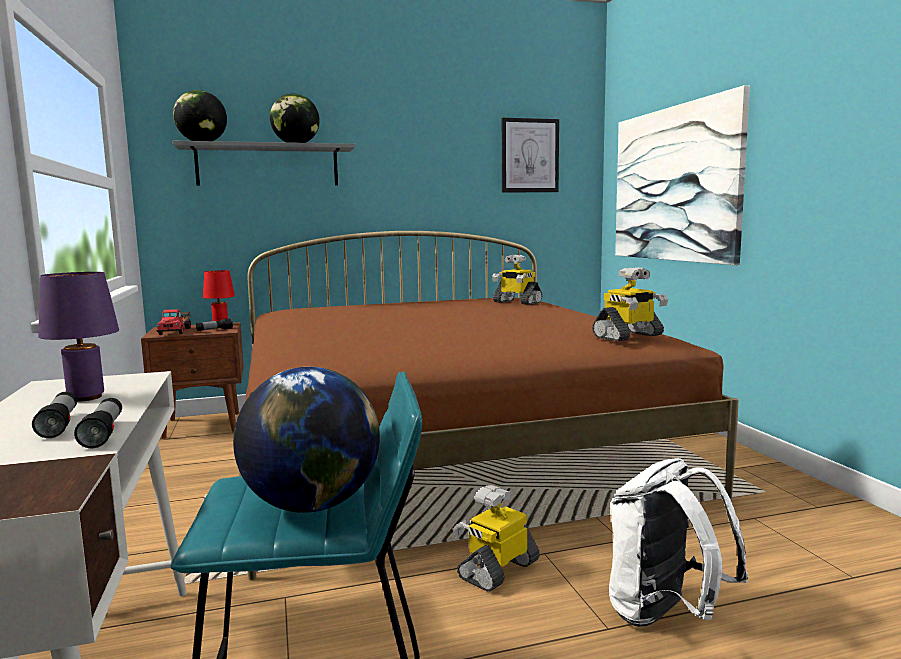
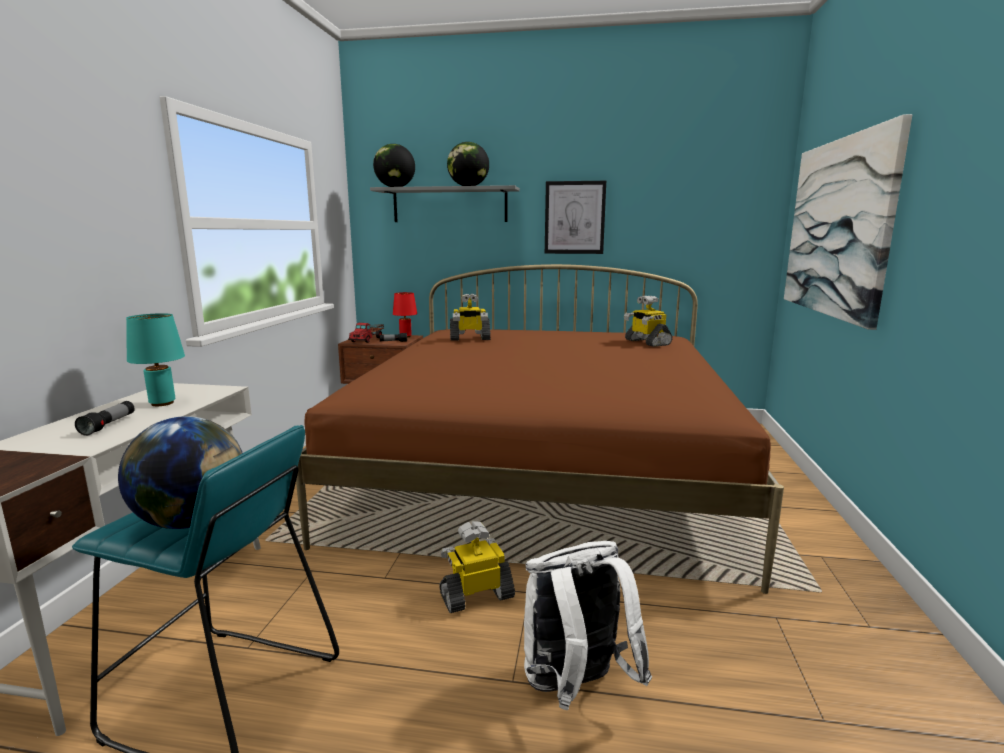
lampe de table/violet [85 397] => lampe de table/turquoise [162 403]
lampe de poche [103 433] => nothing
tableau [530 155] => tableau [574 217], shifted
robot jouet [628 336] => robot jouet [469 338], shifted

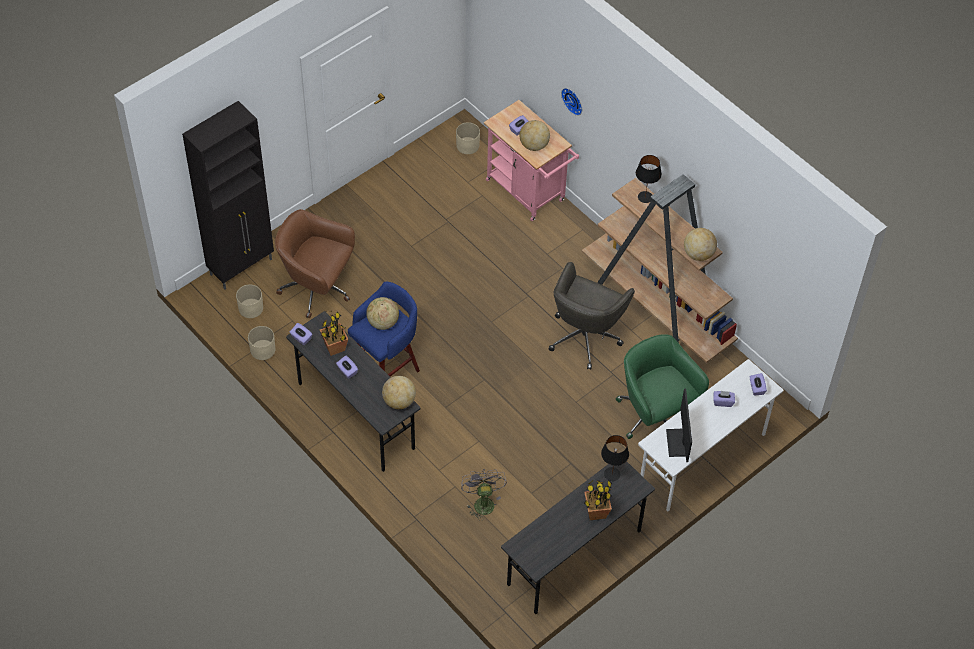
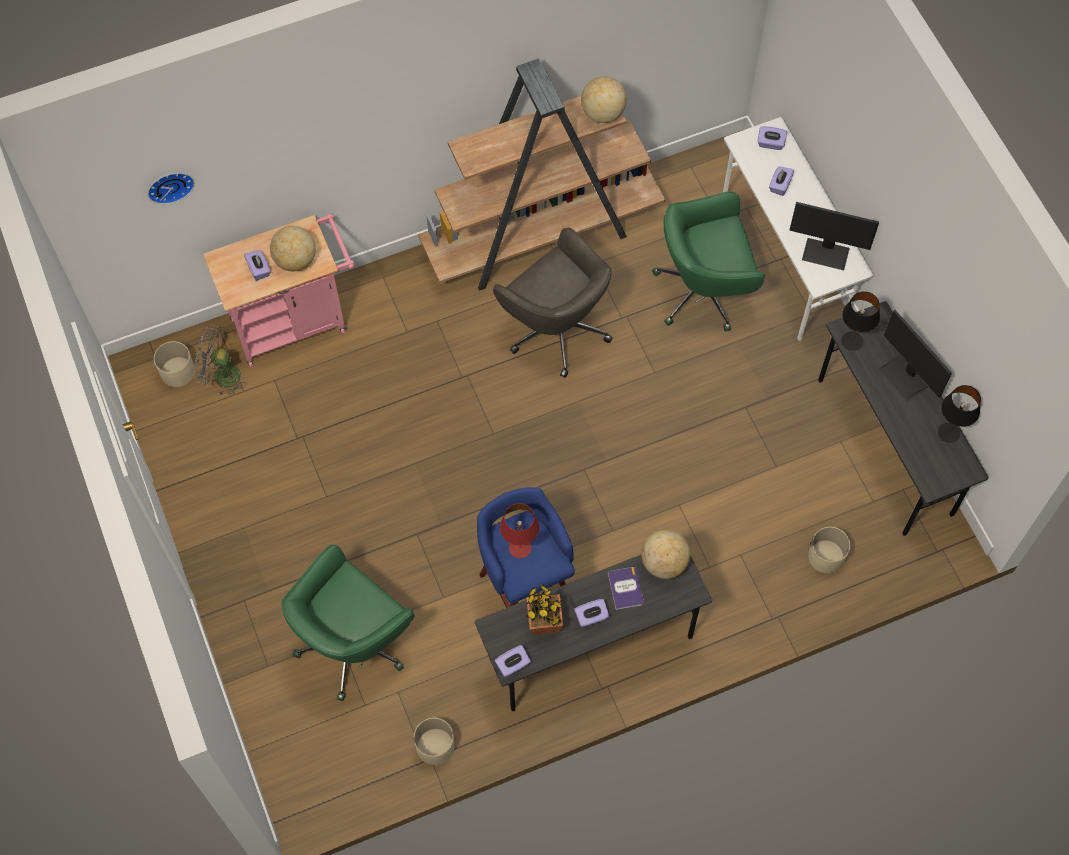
meuble de rangement/noir [242 266] => nothing
cache-pot/beige [250 308] => cache-pot/beige [825 556], shifted
chaise de bureau/marron [317 289] => chaise de bureau/vert [354 642]
globe [382 322] => lampe de table/rouge [520 548]
ventilateur/gris [482 502] => ventilateur/gris [220 376], shifted
horloge murale [573 100] => horloge murale [169 185], shifted
plante en pot [596 512] => écran d'ordinateur [904 377]
lampe de table/noir [645 197] => lampe de table/noir [949 432], shifted
nothing => livre [625 588]

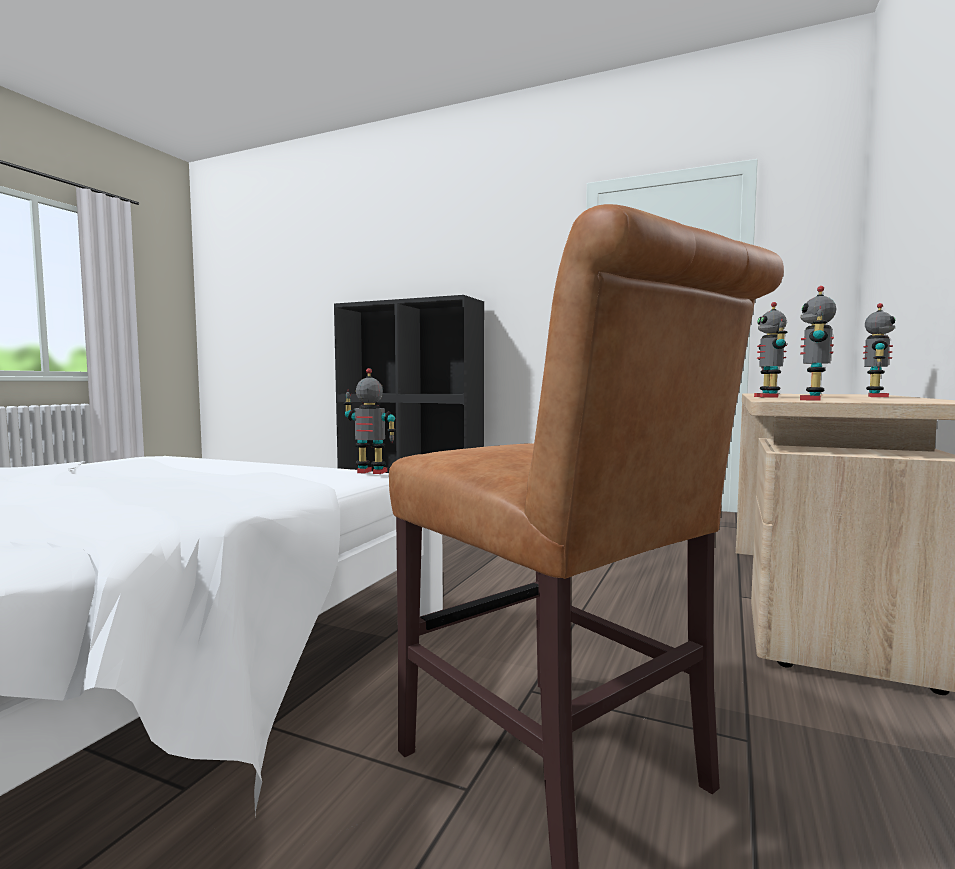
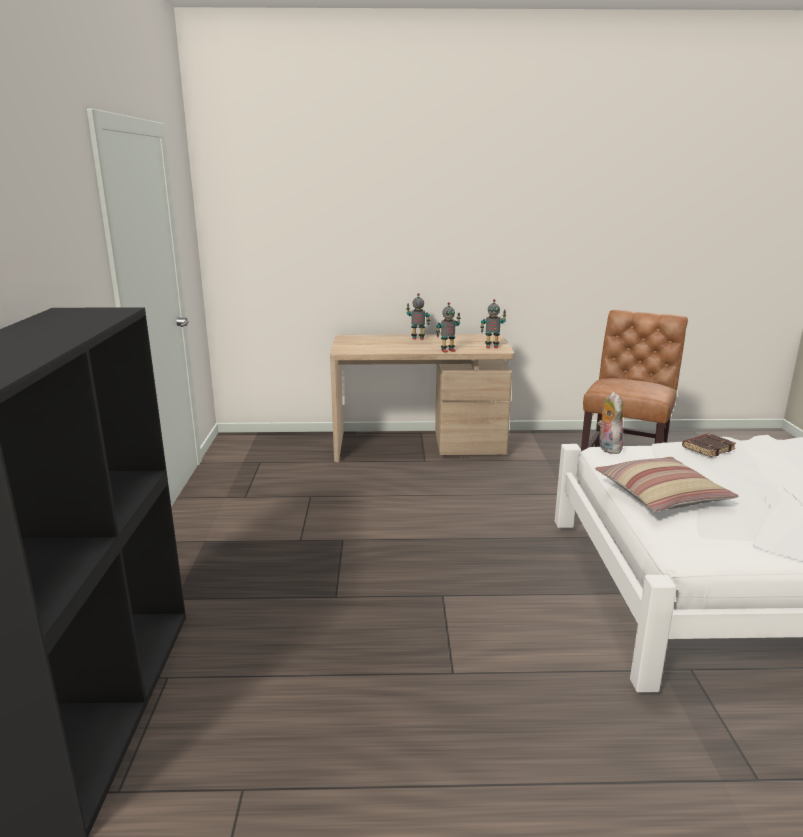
robot jouet [371 472] => peluche [607 448]
nothing => coussin [661 495]
nothing => livre/marron [707 448]

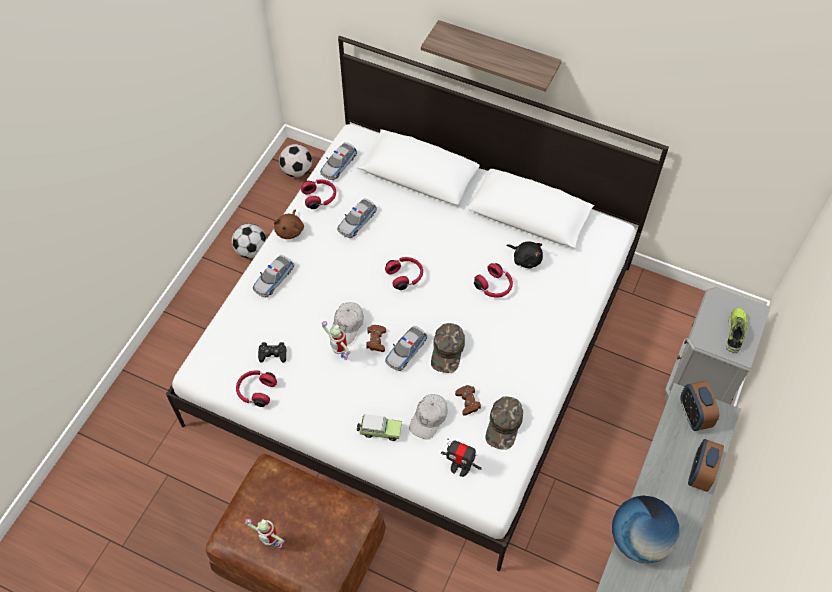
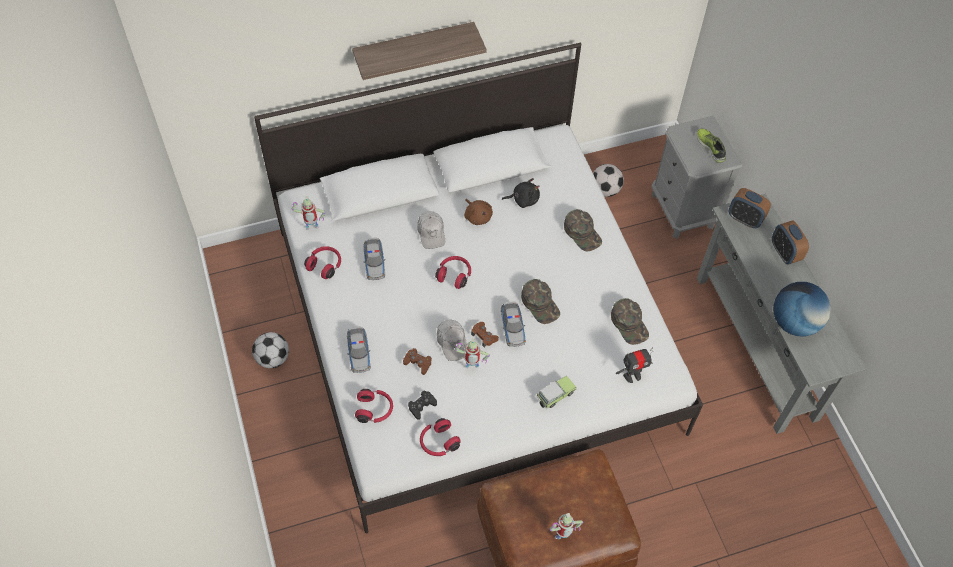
peluche/marron [290 230] => peluche/marron [477 216], shifted
ballon de foot [297 171] => ballon de foot [605 190], shifted
petite voiture [339 165] => robot jouet [312 229]
casquette/blanc [429 418] => casquette/blanc [431 233], shifted
manette/marron [467 402] => manette/marron [418 363], shifted
casque audio/rouge [494 286] => casque audio/rouge [375 409], shifted
nothing => casquette/vert [582 233]

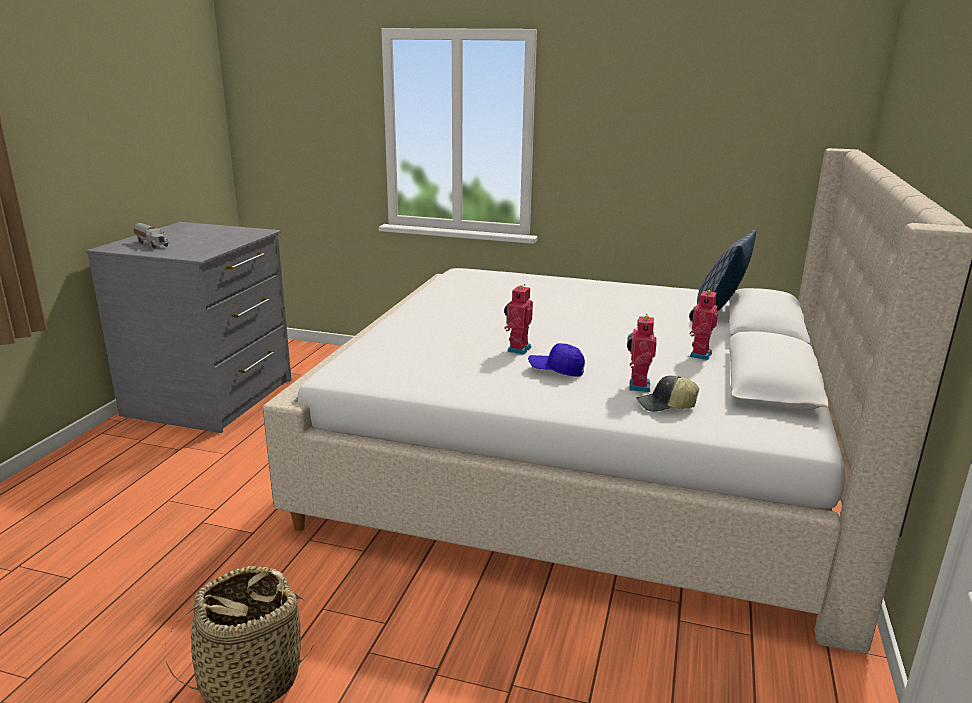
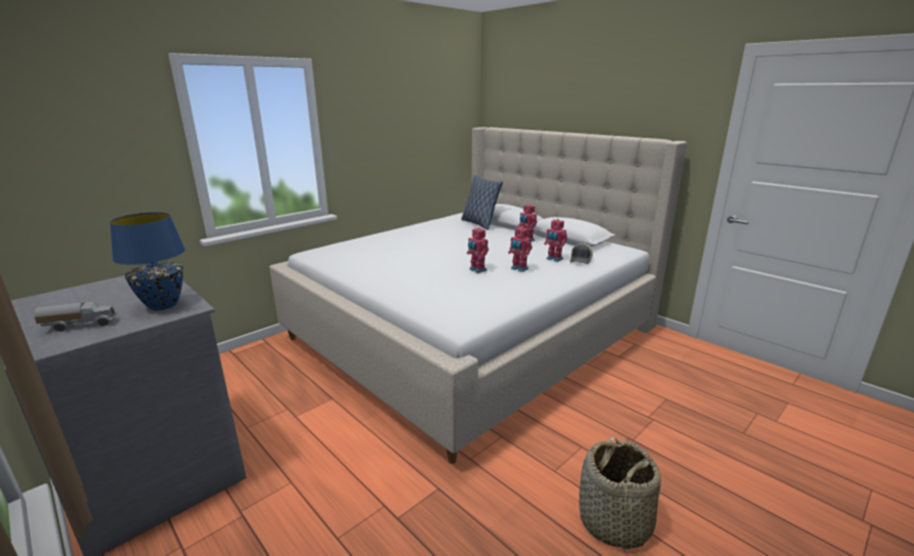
casquette/bleu [556 370] => robot jouet [519 269]
nothing => lampe de table/bleu [162 305]

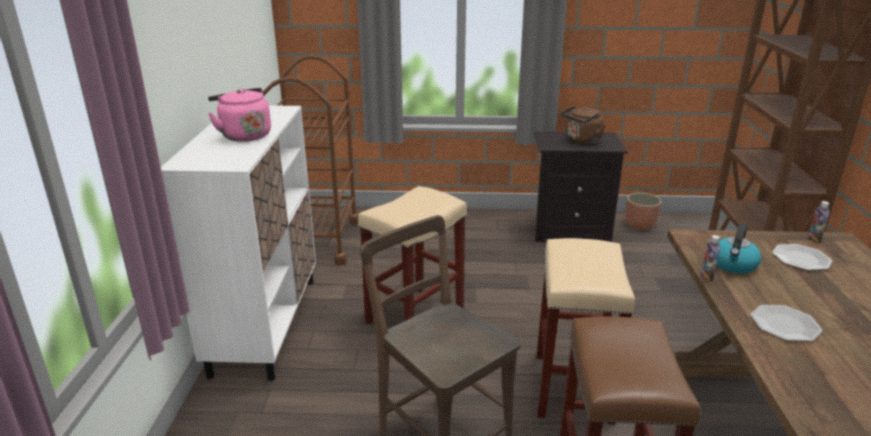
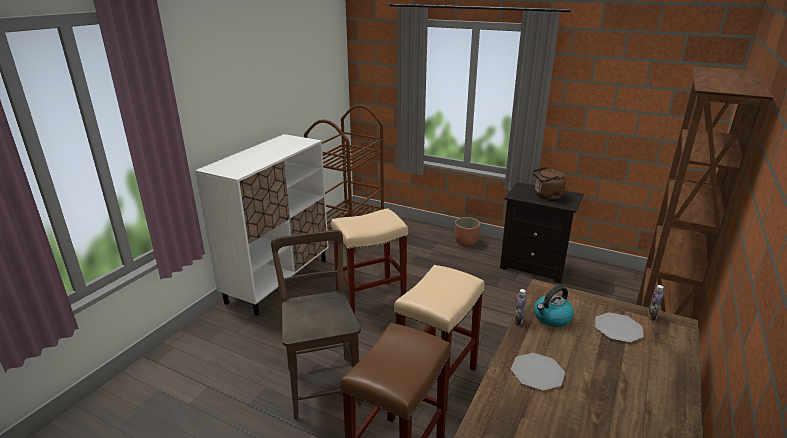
bouilloire/rose [244 135] => nothing
cache-pot [640 225] => cache-pot [466 242], shifted

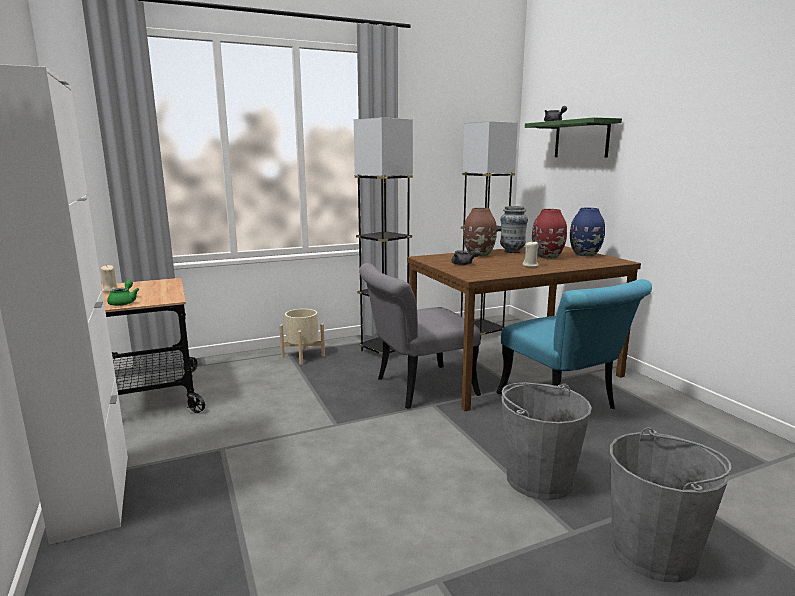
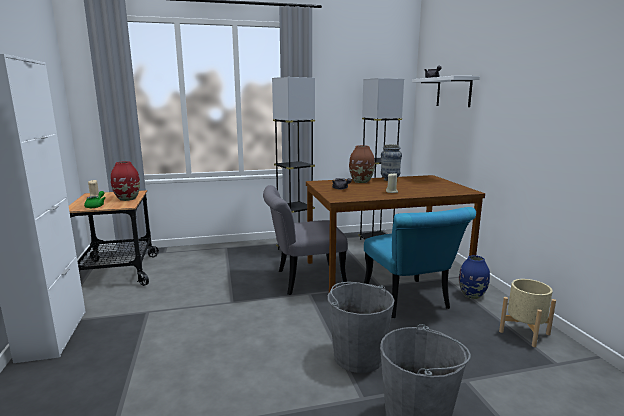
cache-pot/beige [303 356] => cache-pot/beige [524 333], shifted
étagère/vert [581 139] => étagère/blanc [453 92]
vase/rouge [548 257] => vase/rouge [127 199], shifted
vase/bleu [585 255] => vase/bleu [472 295], shifted

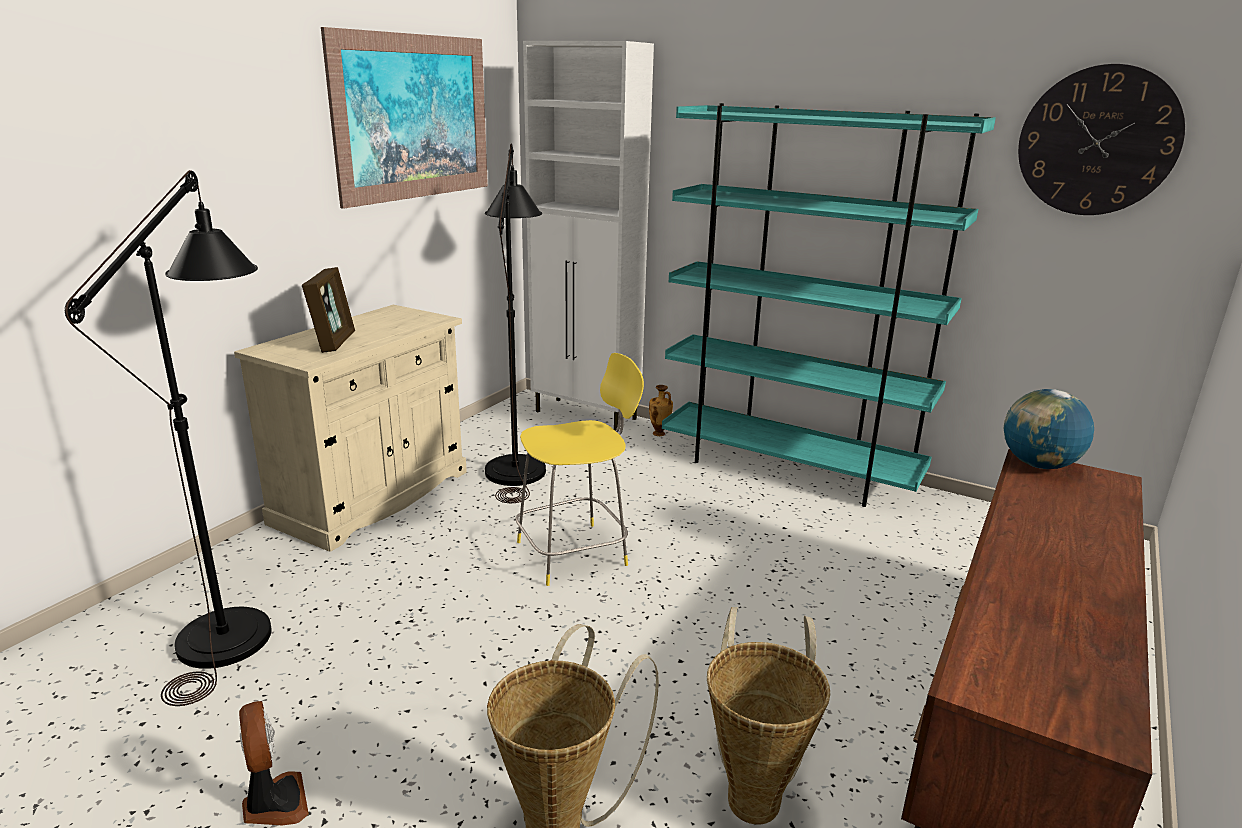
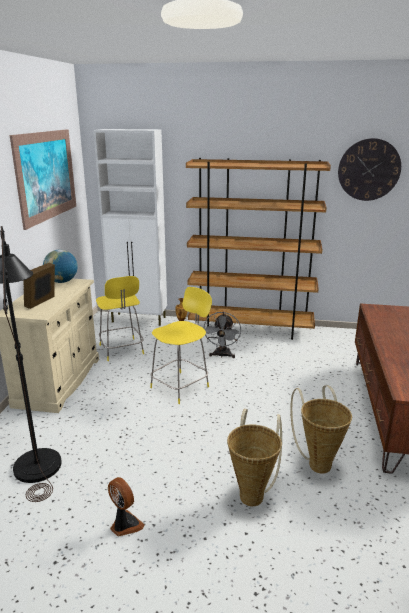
cadre photo [334 342] => cadre photo [41 302], 135 degrees counterclockwise
lampadaire/noir [516 463] => tabouret/jaune [121 350]
bibliothèque/turquoise [788 469] => bibliothèque/marron [251 329]
globe [1038 465] => globe [62 282], shifted
nothing => ventilateur/gris [222 355]

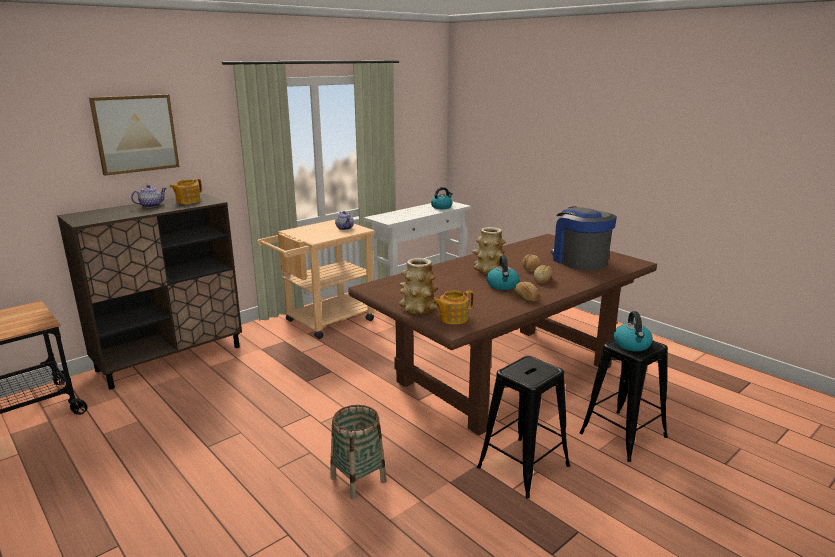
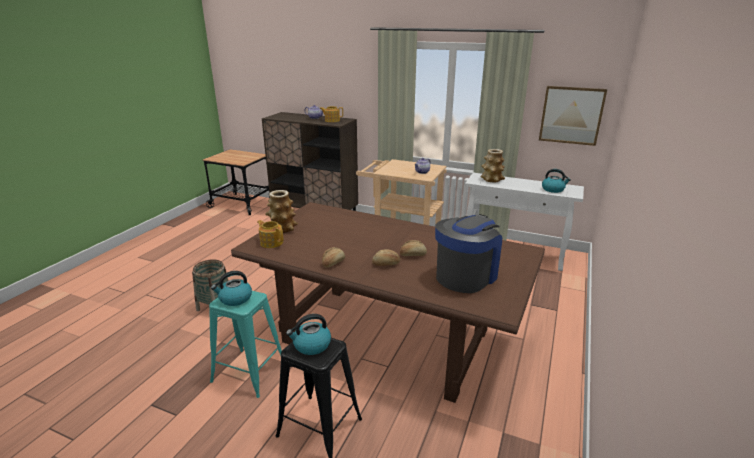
tableau [135 133] => tableau [571 115], shifted
vase [488 271] => vase [491 179], shifted
tabouret/noir [523 466] => tabouret/turquoise [250 372]
bouilloire [502 286] => bouilloire [235 299], shifted

